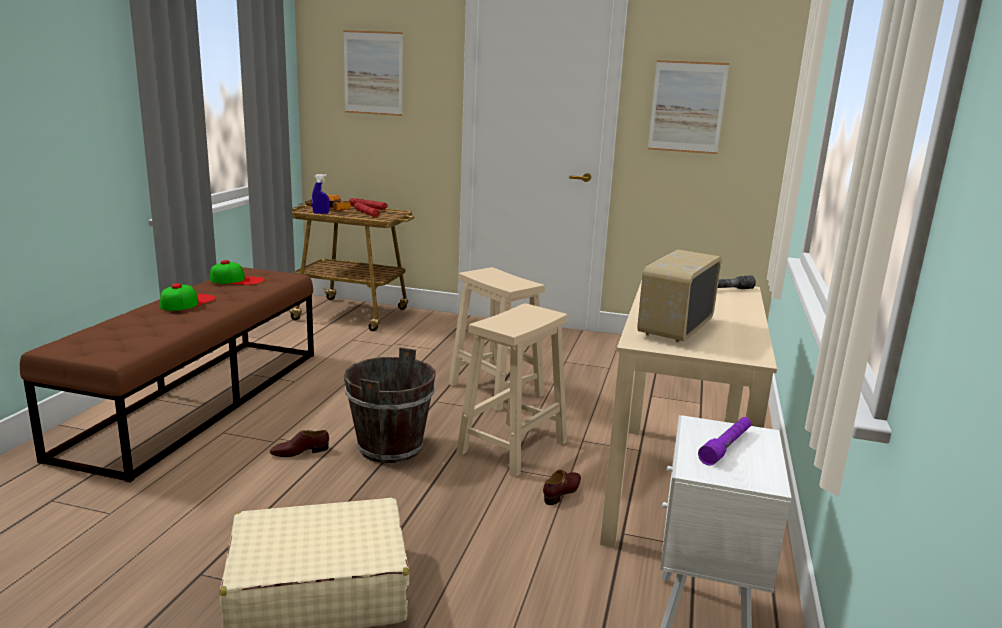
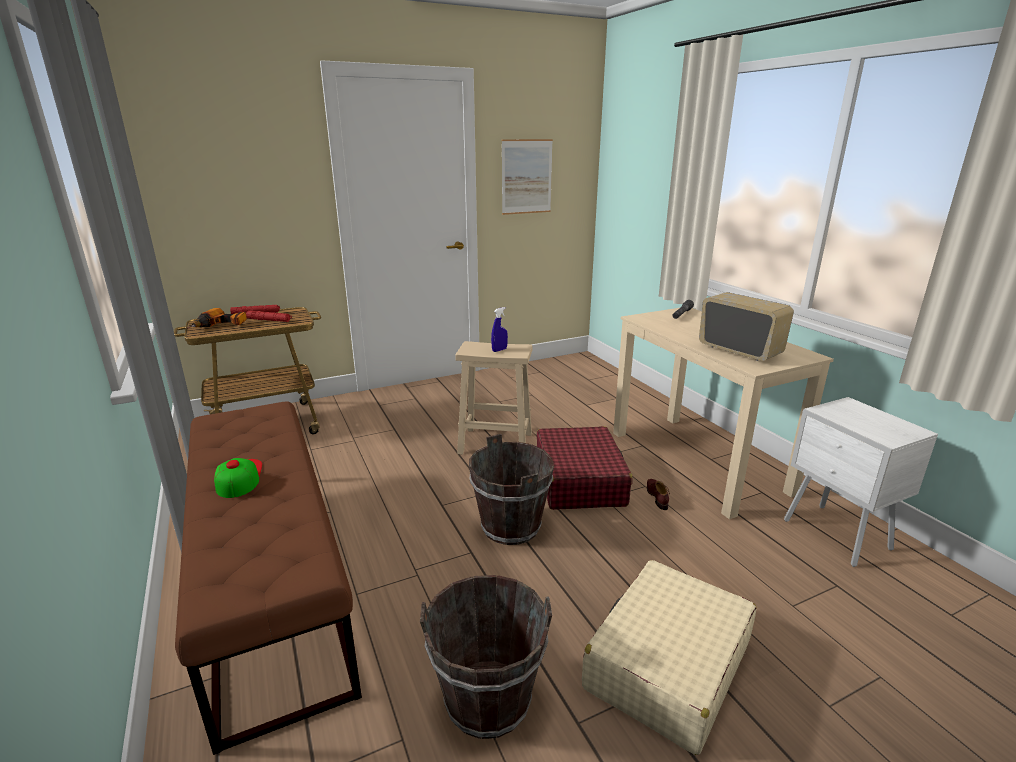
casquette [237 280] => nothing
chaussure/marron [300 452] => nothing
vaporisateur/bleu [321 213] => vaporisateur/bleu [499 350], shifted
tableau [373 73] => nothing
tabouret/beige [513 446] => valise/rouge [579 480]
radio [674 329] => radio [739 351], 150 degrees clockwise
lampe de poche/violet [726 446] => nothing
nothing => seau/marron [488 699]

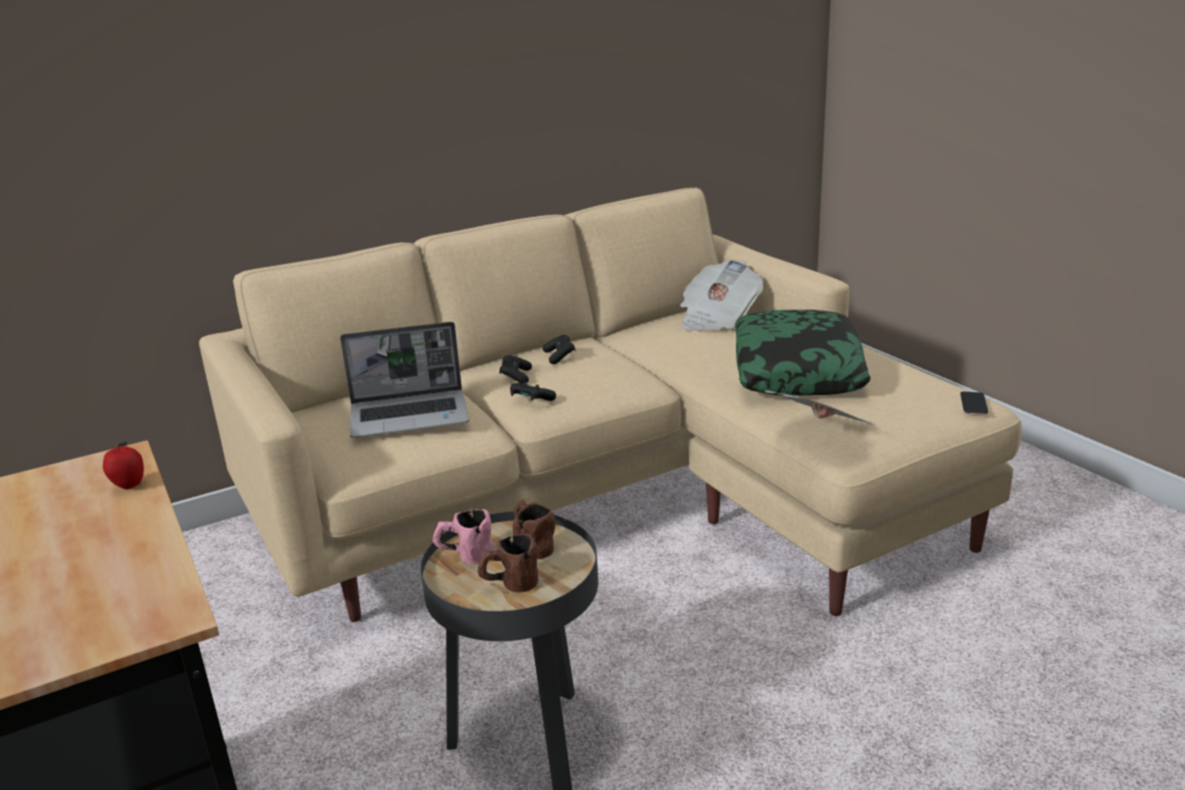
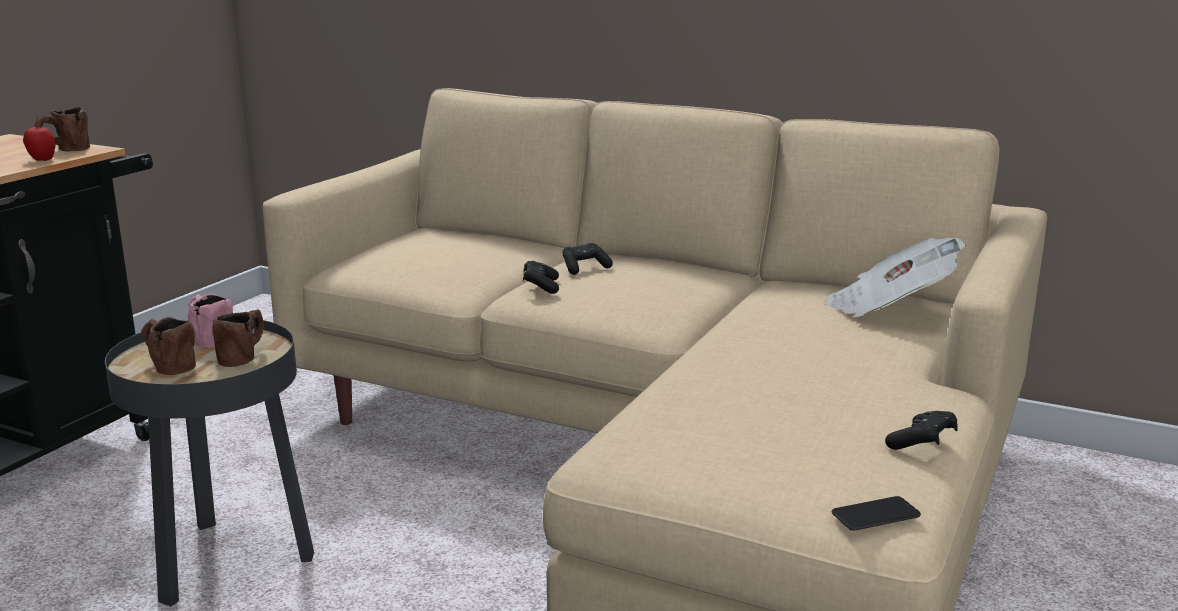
ordinateur portable [411 416] => nothing
manette/noir [559 356] => manette/noir [922 444], shifted
coussin [797 370] => nothing
journal [823 435] => nothing
nothing => mug/marron [64 150]

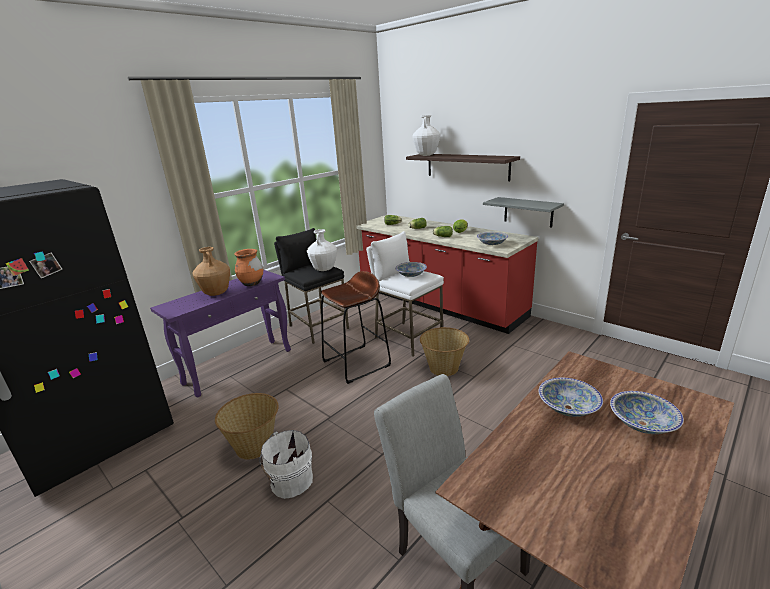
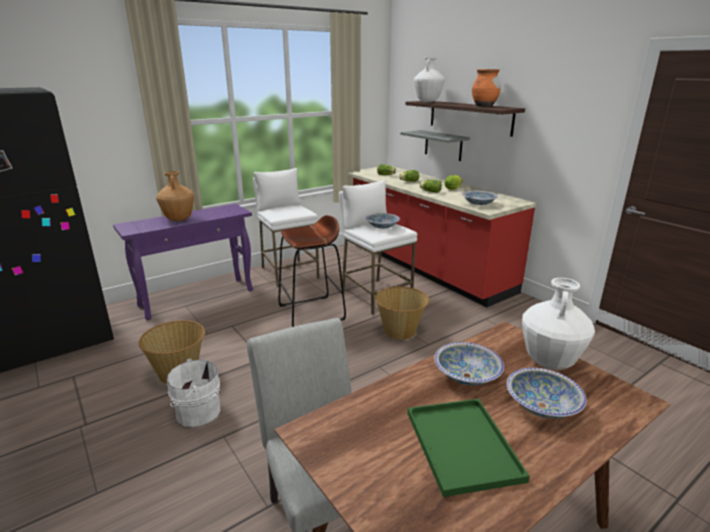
vase/orange [252 283] => vase/orange [484 106], shifted
tabouret/noir [318 327] => tabouret/blanc [289 272]
vase/blanc [324 269] => vase/blanc [549 362], shifted
étagère/gris [528 212] => étagère/gris [443 145], shifted
nothing => plateau/vert [460 443]

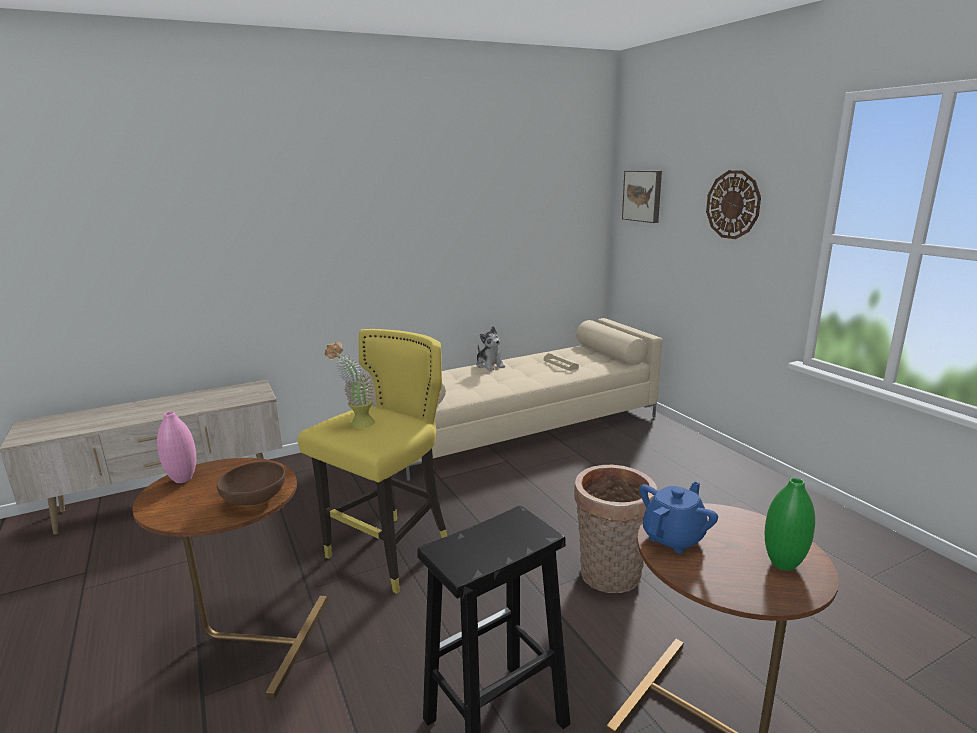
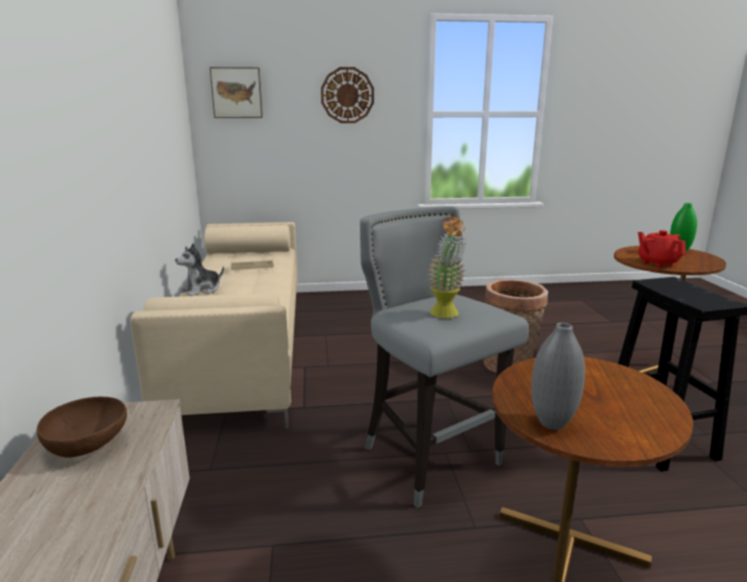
vase/rose [183 479] => vase/gris [552 423]
bol/marron [255 500] => bol/marron [88 446], shifted
tabouret/jaune [389 553] => tabouret/gris [431 459]
peluche [489 365] => peluche [202 290], 150 degrees clockwise
théière/bleu [674 538] => théière/rouge [657 263]

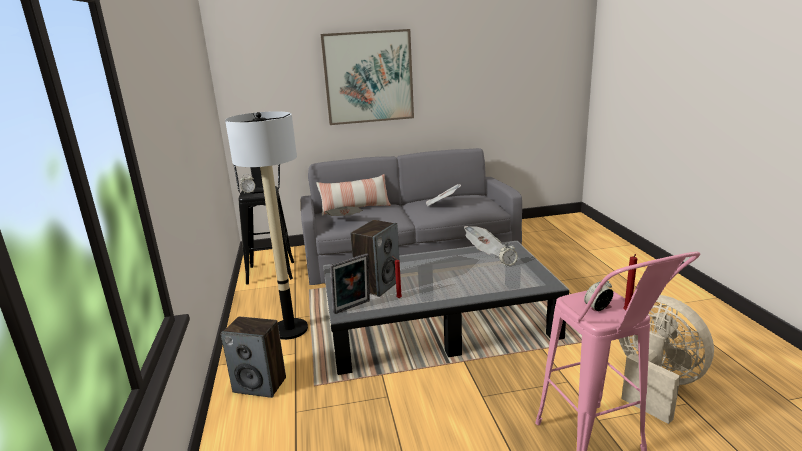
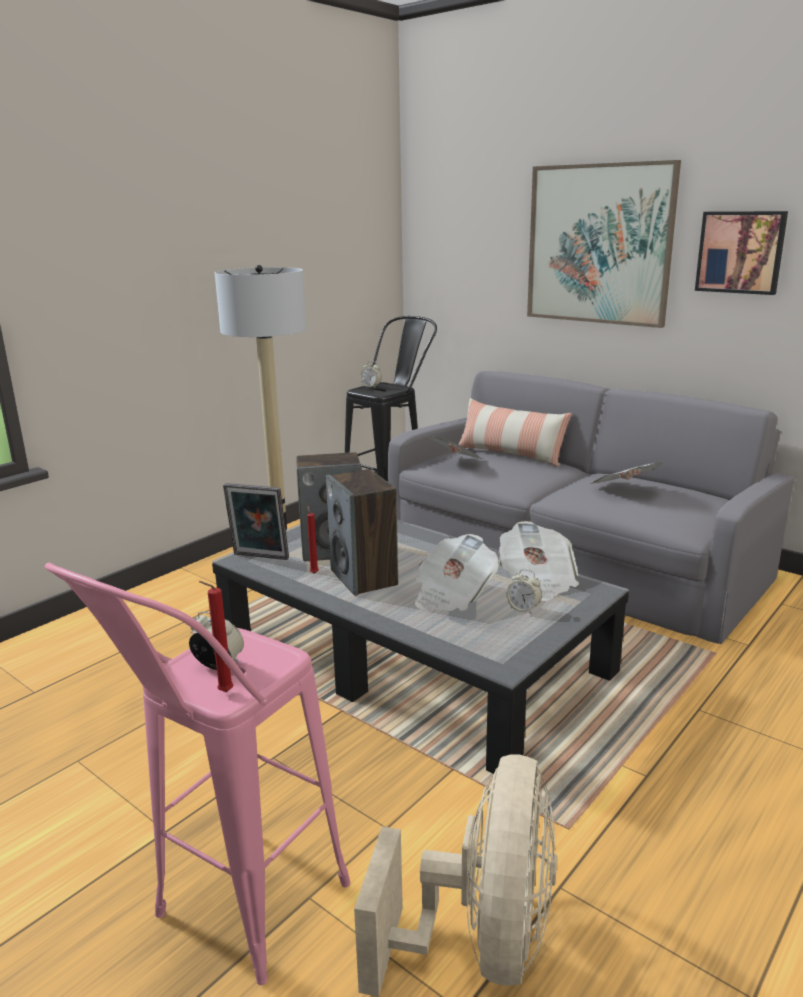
enceinte [260 385] => enceinte [364 578], shifted
nothing => journal [452 595]
nothing => tableau [741 252]

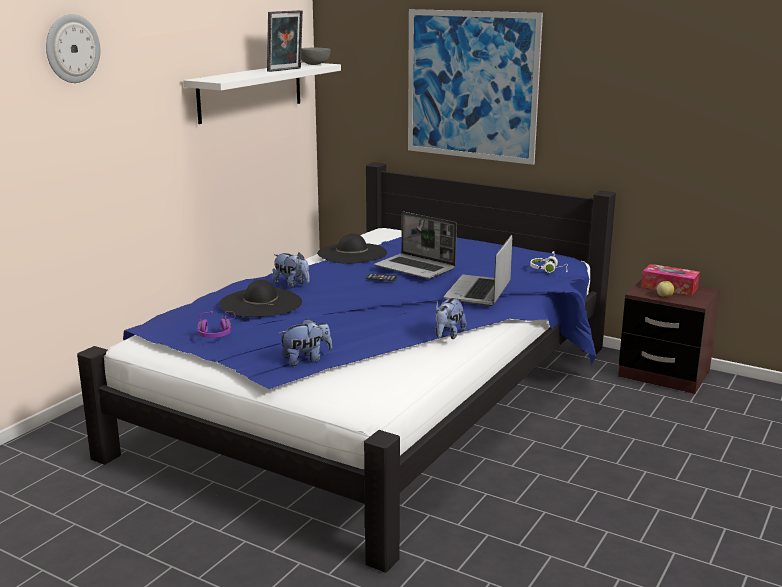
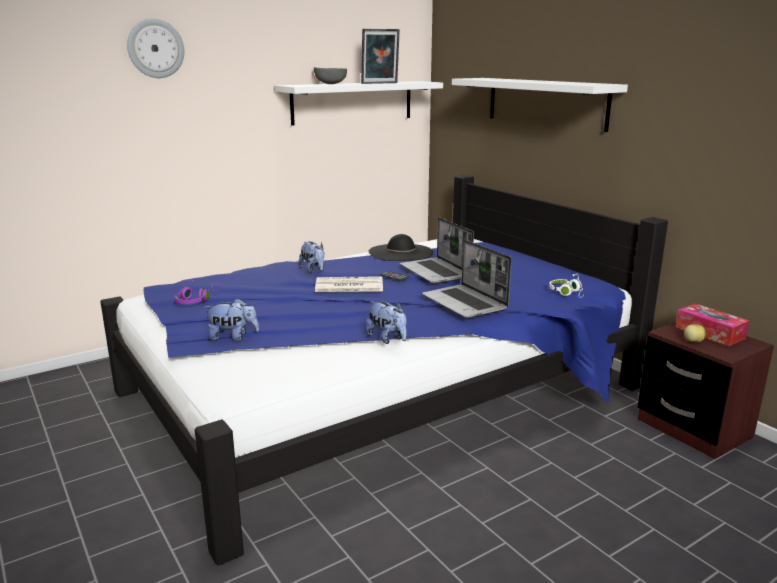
chapeau/noir [260 303] => nothing
bol/gris [312 64] => bol/gris [330 84], shifted
tableau [471 85] => étagère/blanc [545 102]
peluche [448 335] => peluche [387 339], 90 degrees counterclockwise
ordinateur portable [479 292] => ordinateur portable [465 303], 75 degrees counterclockwise
nothing => journal [348 286]

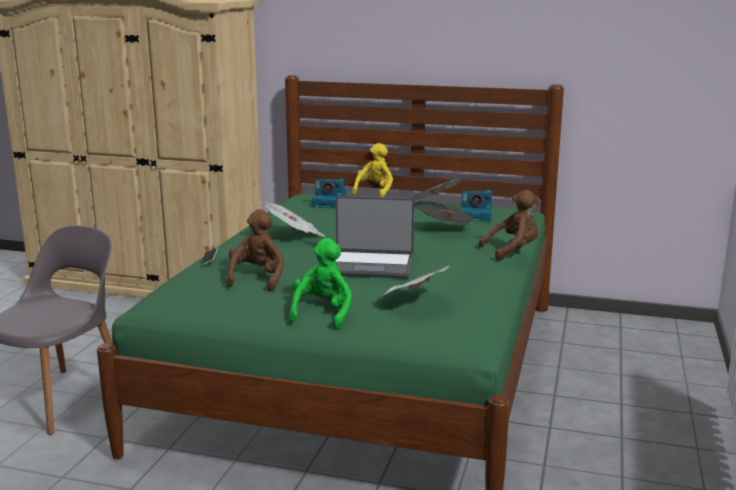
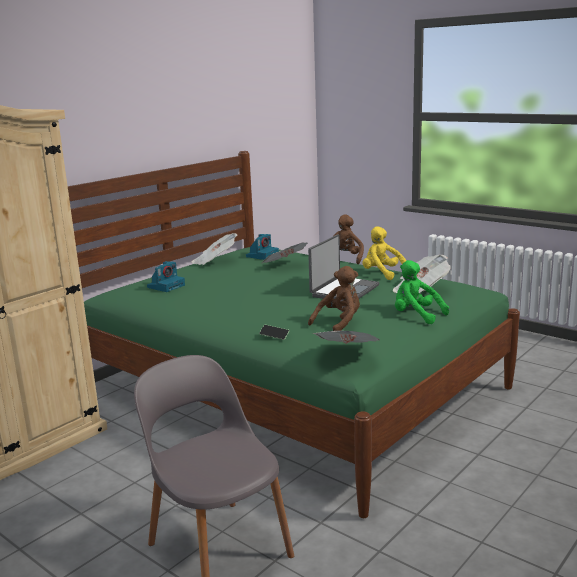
peluche/marron [257 279] => peluche/marron [339 324], 105 degrees clockwise
journal [294 235] => journal [347 354], shifted
peluche/jaune [375 192] => peluche/jaune [382 274], shifted

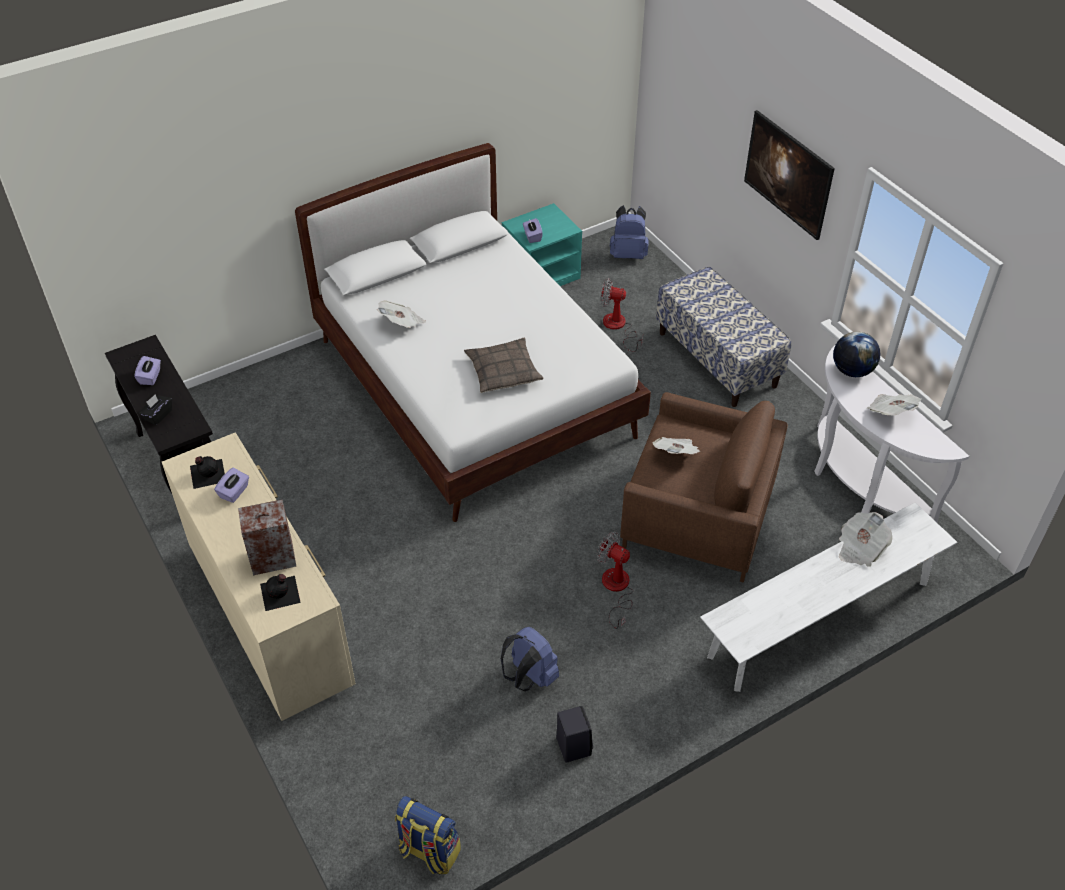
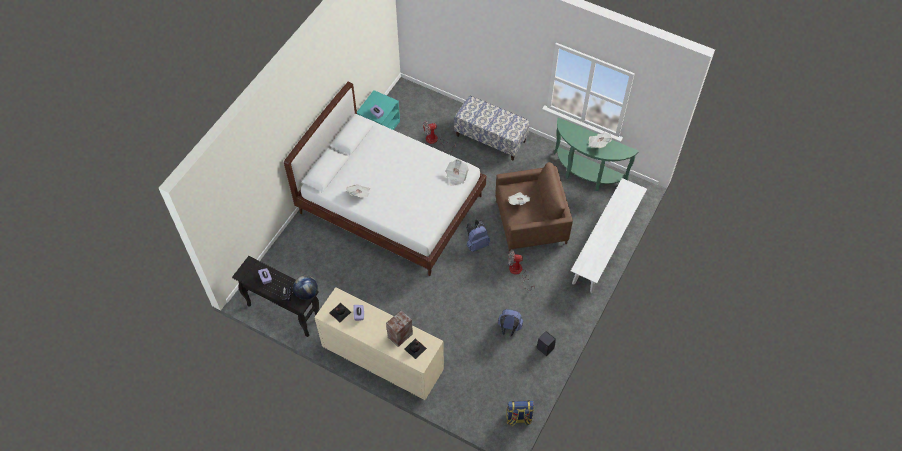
coussin [503 371] => nothing
sac à dos/bleu [628 254] => sac à dos/bleu [476 244], shifted
tableau [785 191] => nothing
table console/blanc [858 485] => table console/vert [586 175]
globe [852 371] => globe [306 293], shifted
journal [860 548] => journal [456 176], shifted

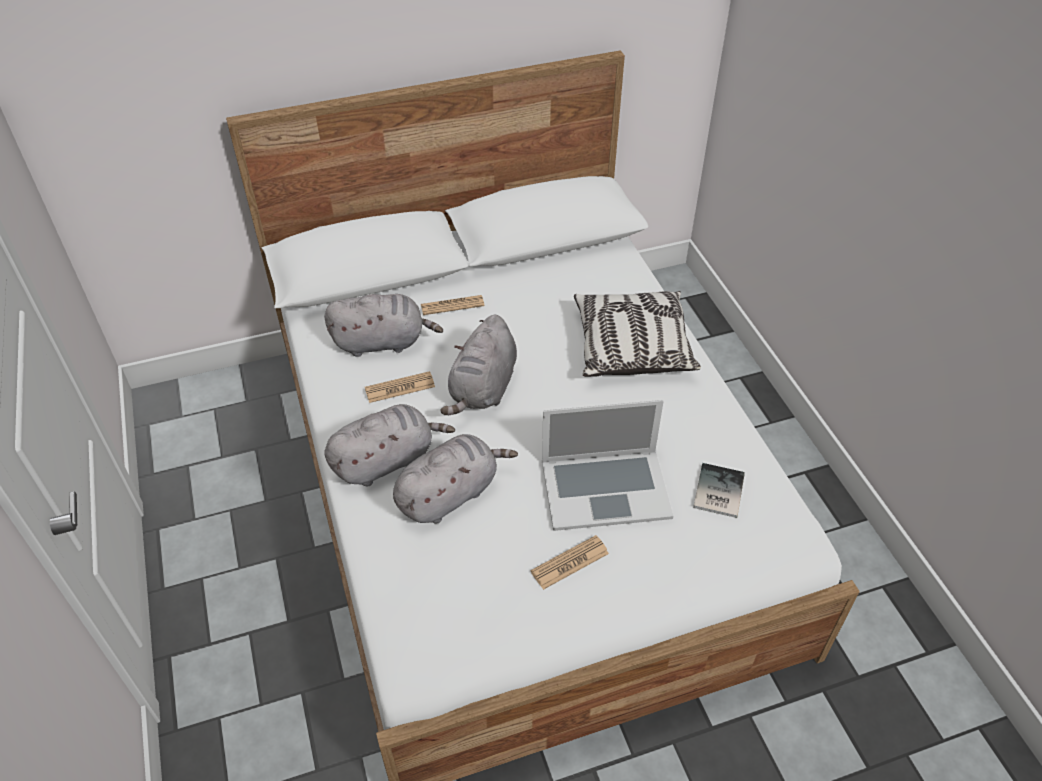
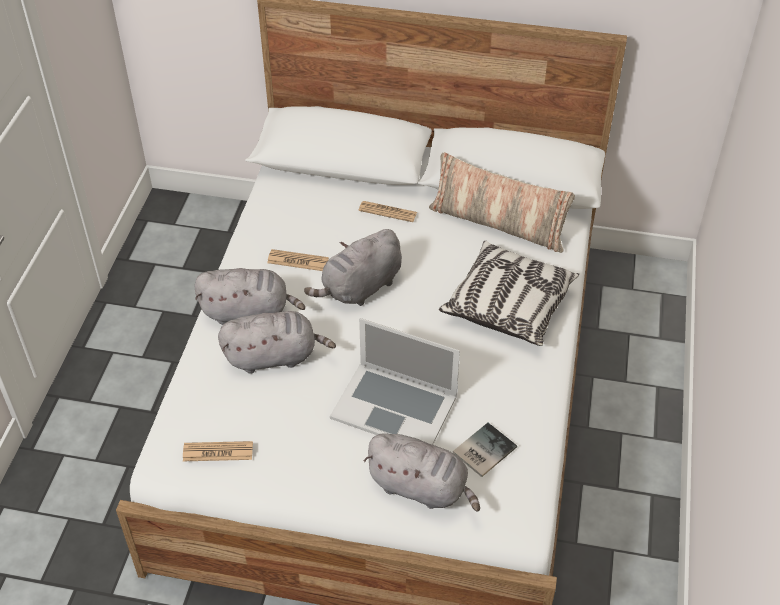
peluche/gris [383 342] => peluche/gris [421 488], shifted
journal [570 563] => journal [218 452], shifted
nothing => coussin [498 223]

